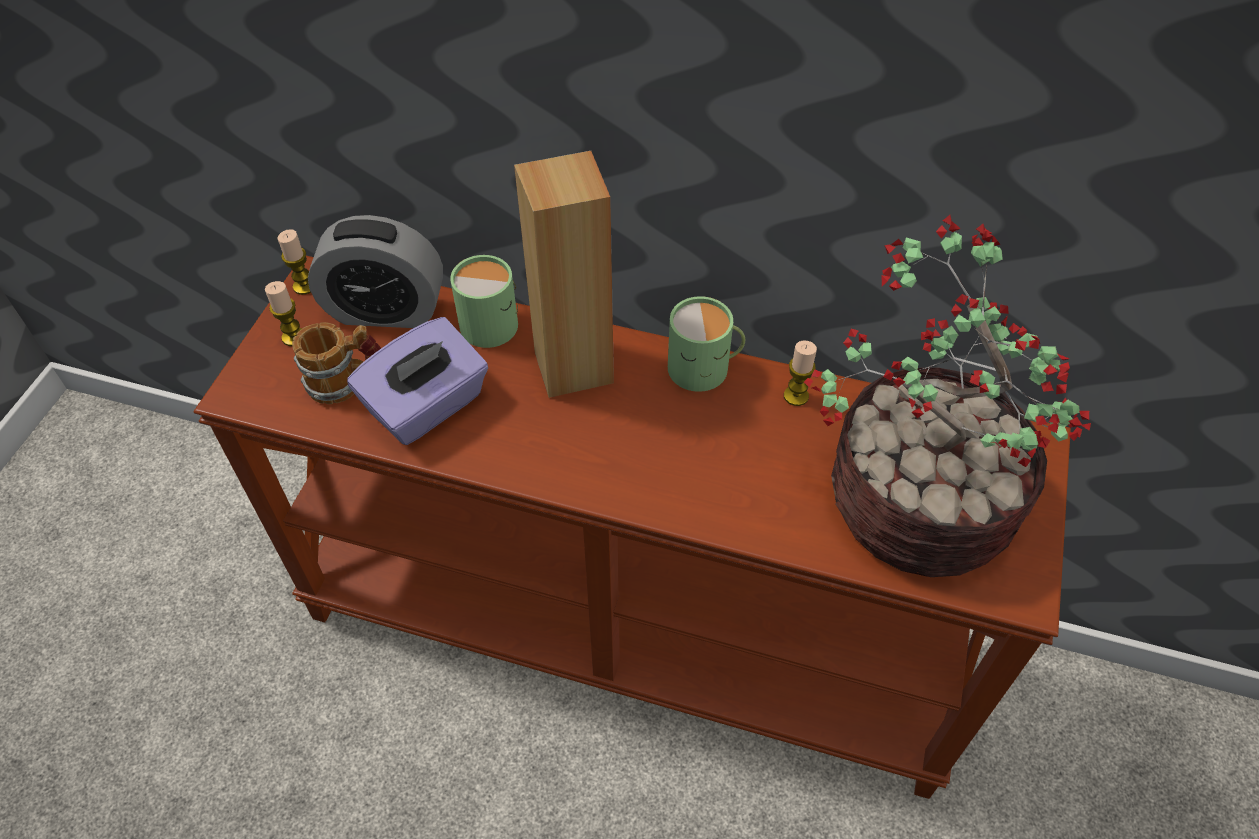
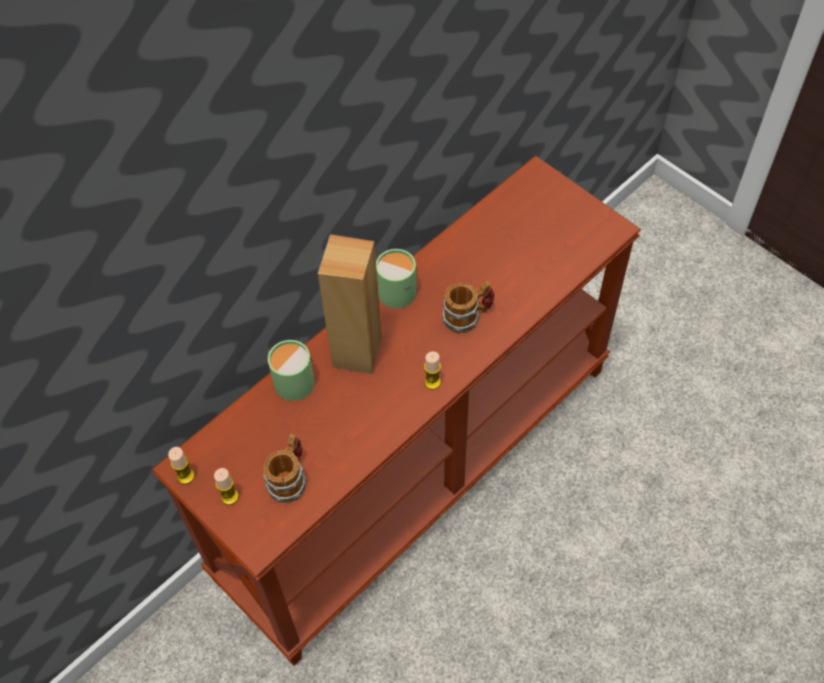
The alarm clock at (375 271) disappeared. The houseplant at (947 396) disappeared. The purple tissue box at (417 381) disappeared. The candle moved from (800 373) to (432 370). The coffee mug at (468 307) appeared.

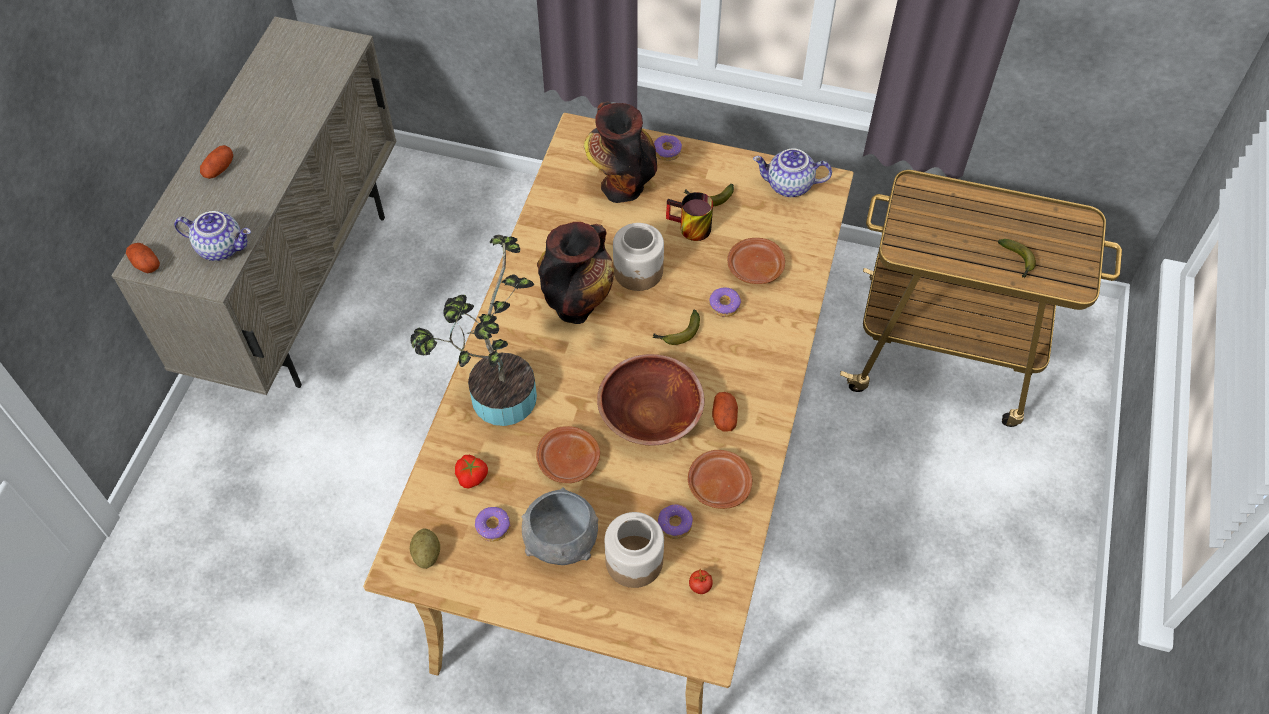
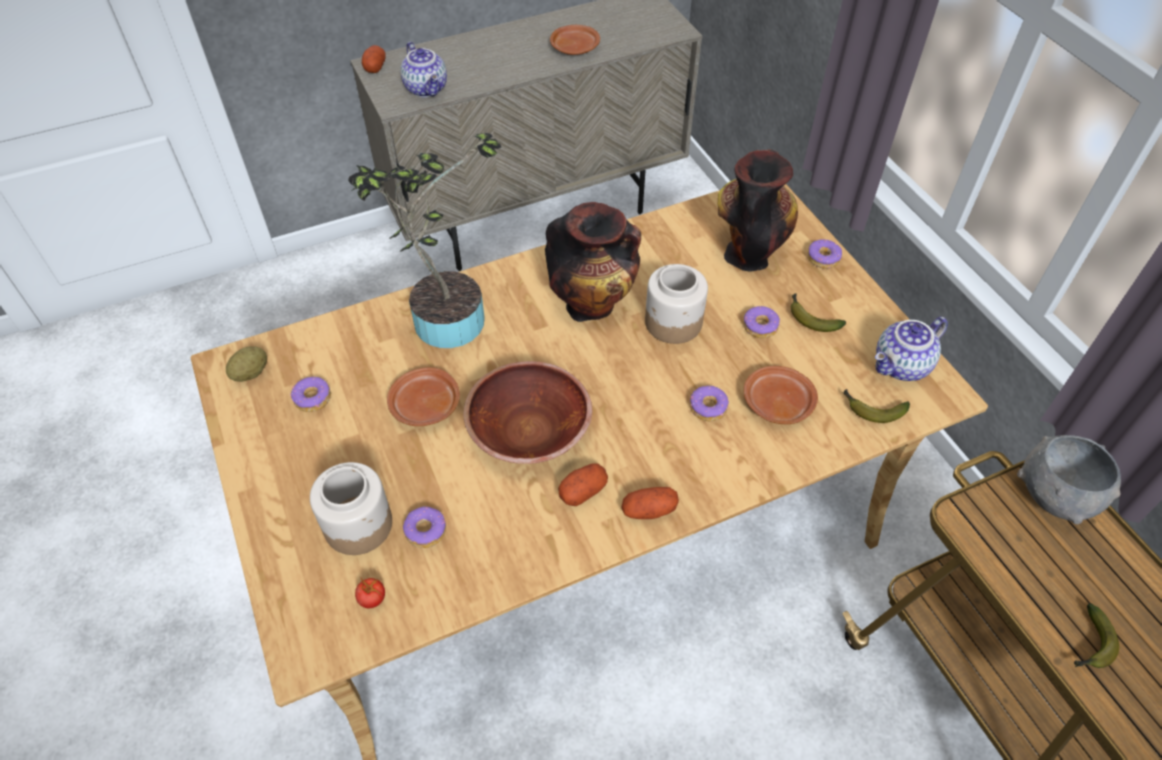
The potato moved from (216 162) to (650 503). The tea pot at (792 173) turned 90 degrees counterclockwise. The coffee mug at (689 216) was replaced by the ring doughnut at (761 322). The banana fruit moved from (676 327) to (876 406). The brownish dinner plate moved from (720 479) to (575 40). The tomato at (471 472) disappeared. The gray bowl moved from (560 526) to (1069 479).

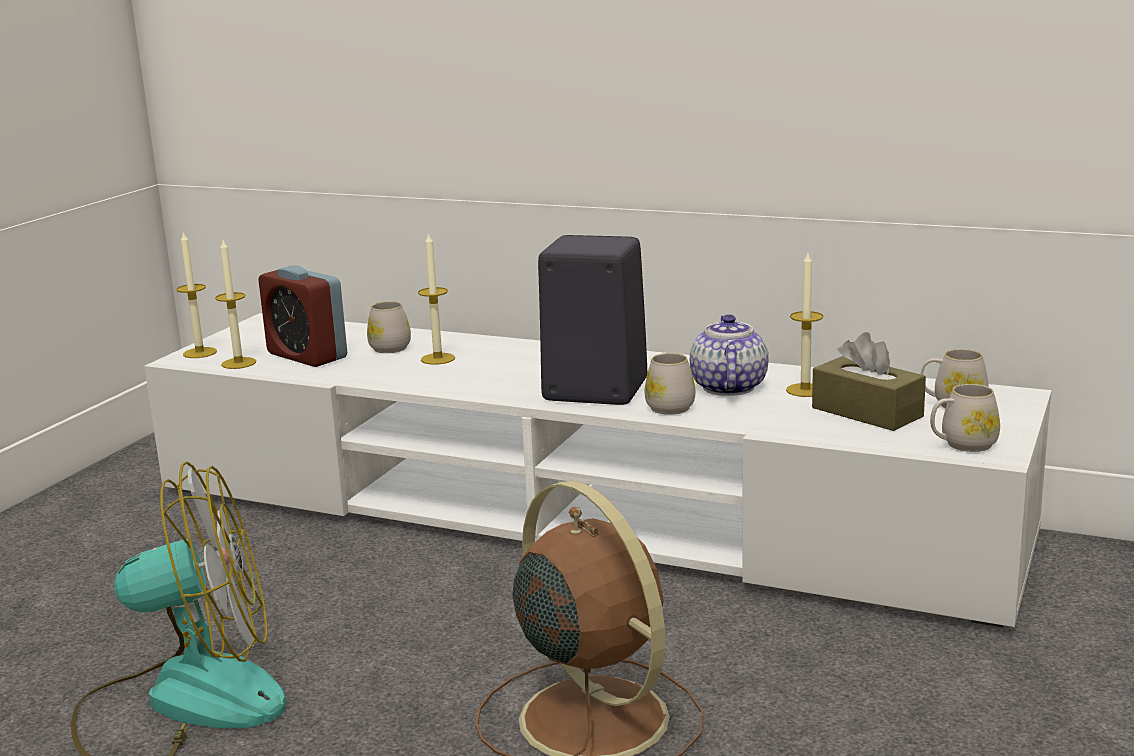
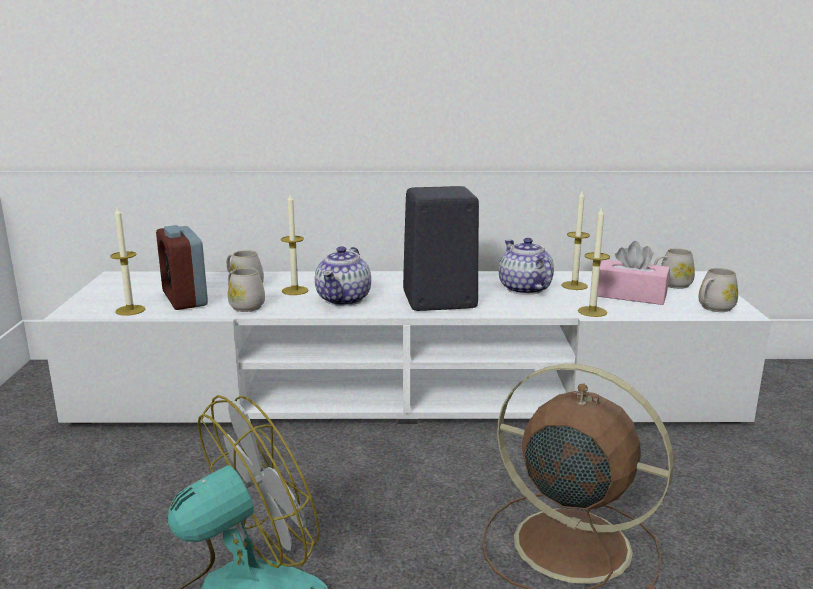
The candle moved from (197 294) to (594 261). The alarm clock at (302 316) turned 45 degrees clockwise. The brownish tissue box at (869 381) became the pink tissue box at (633 273). The white coffee mug moved from (670 384) to (246 290). The tea pot at (343 276) appeared.

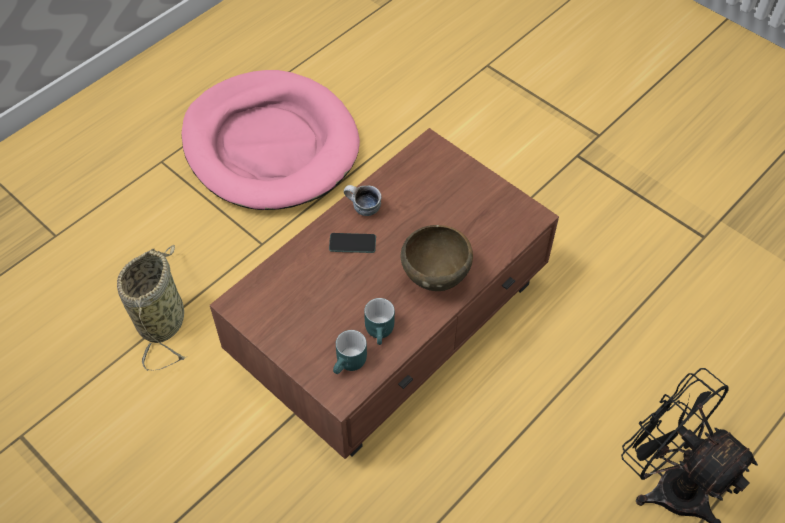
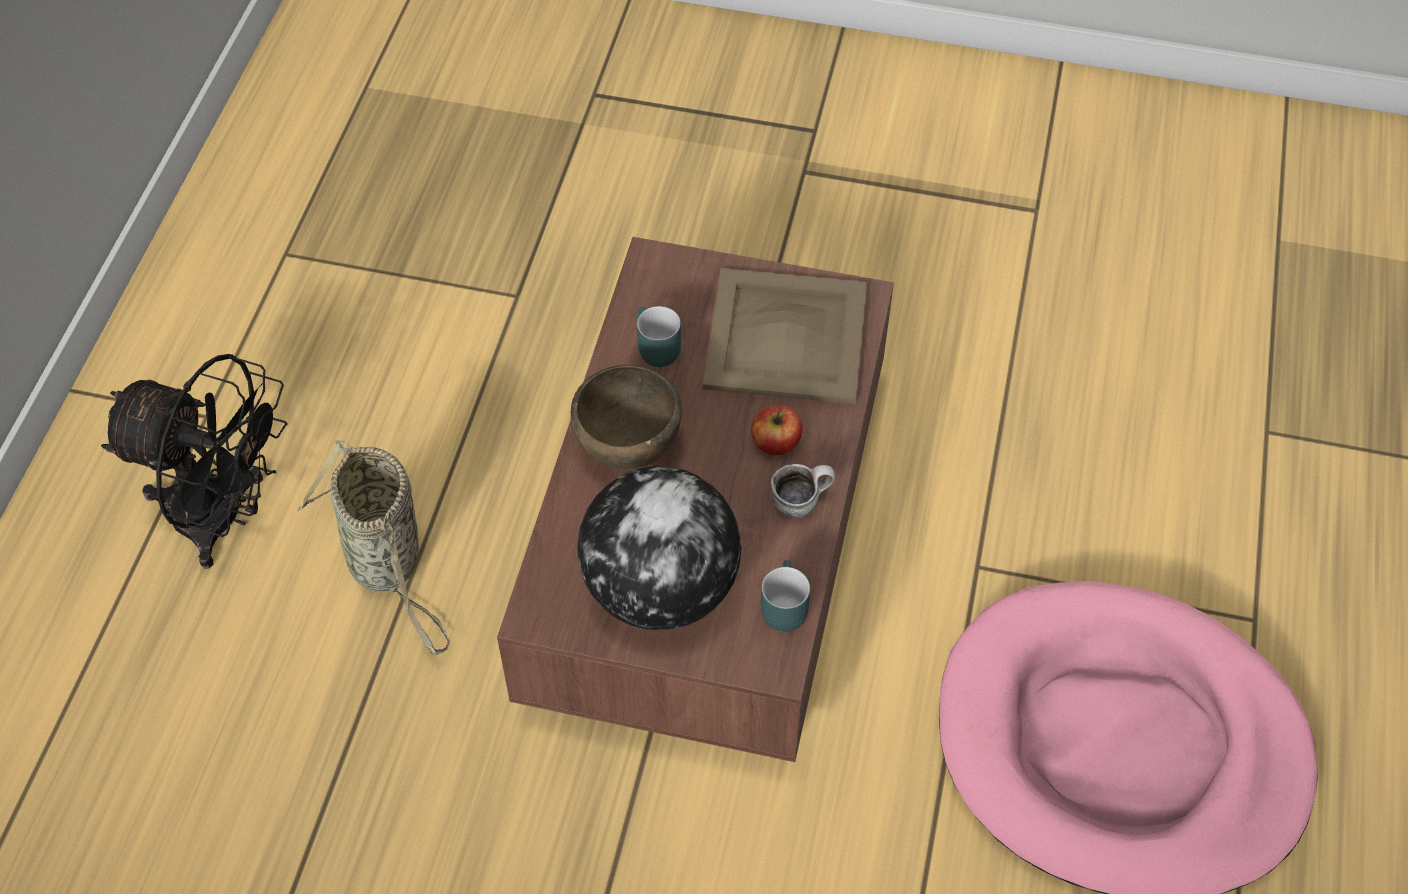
The telephone at (352 243) was replaced by the whole apple at (777 430). The household basket moved from (151 308) to (373 548). The blue-green coffee mug moved from (350 352) to (785 596). The beige serving tray at (785 336) appeared. The globe at (659 548) appeared.

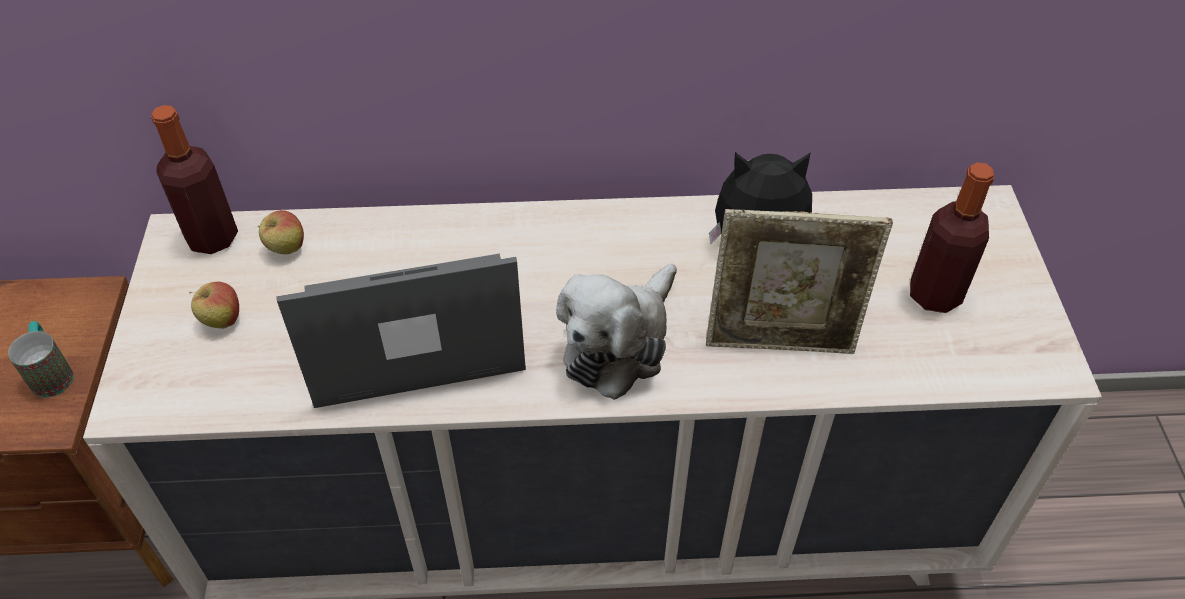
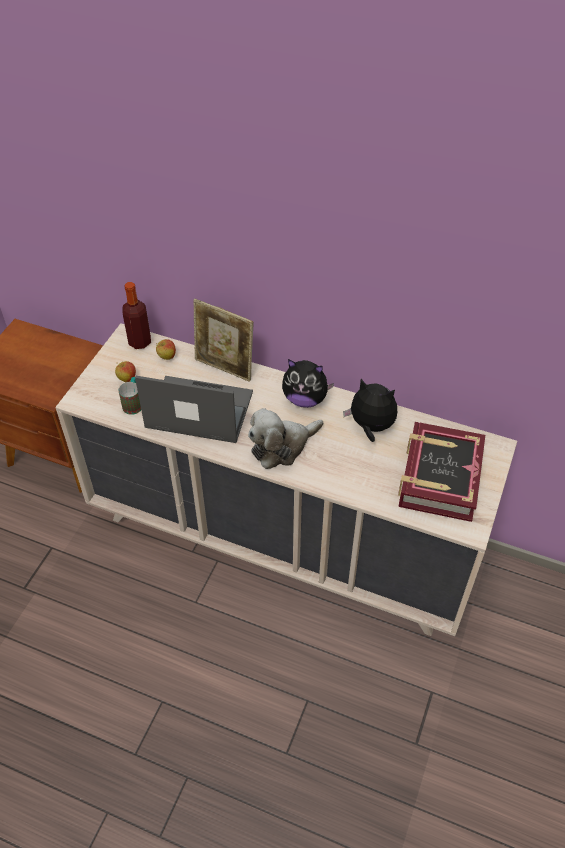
The beverage bottle at (952 237) was replaced by the bound book at (441 472). The photo frame moved from (799 281) to (223 340). The coffee mug moved from (41 359) to (130 396). The soft toy at (308 383) appeared.

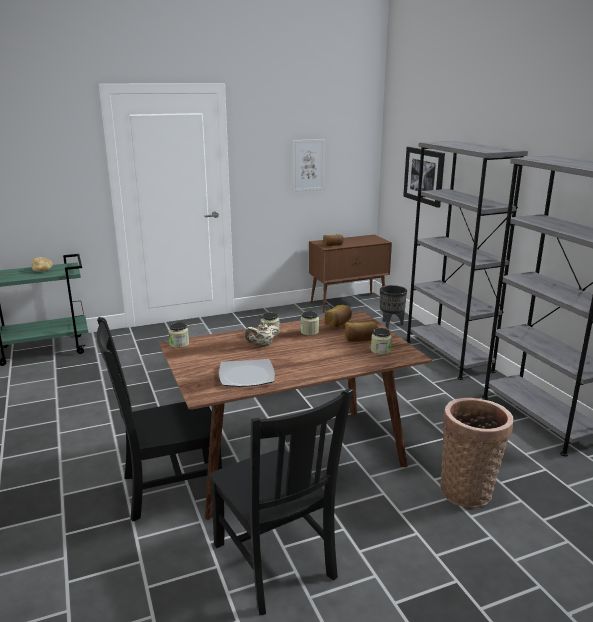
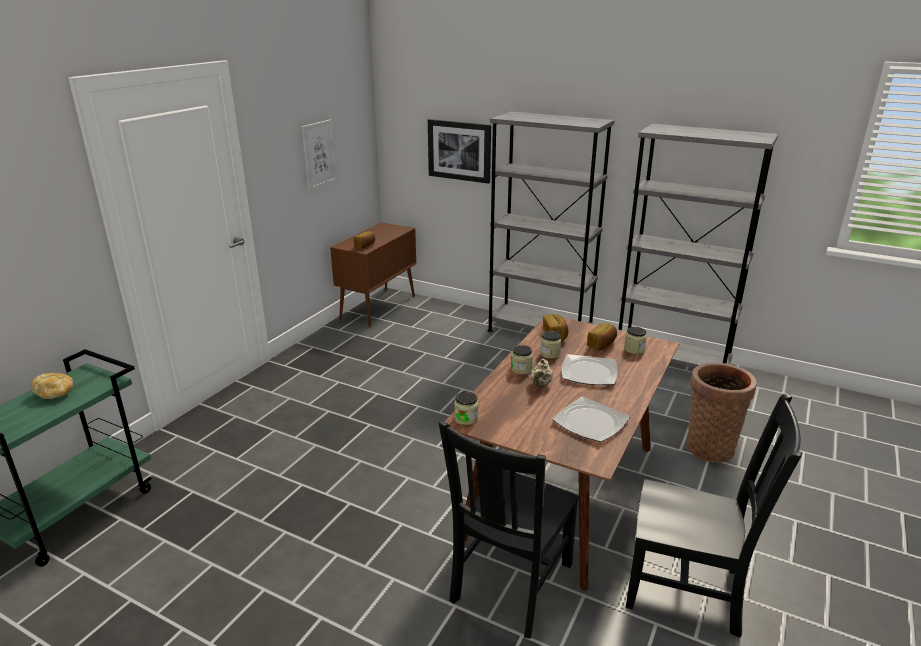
The black-coloured flower pot at (393 307) disappeared. The dinner plate at (590 369) appeared.

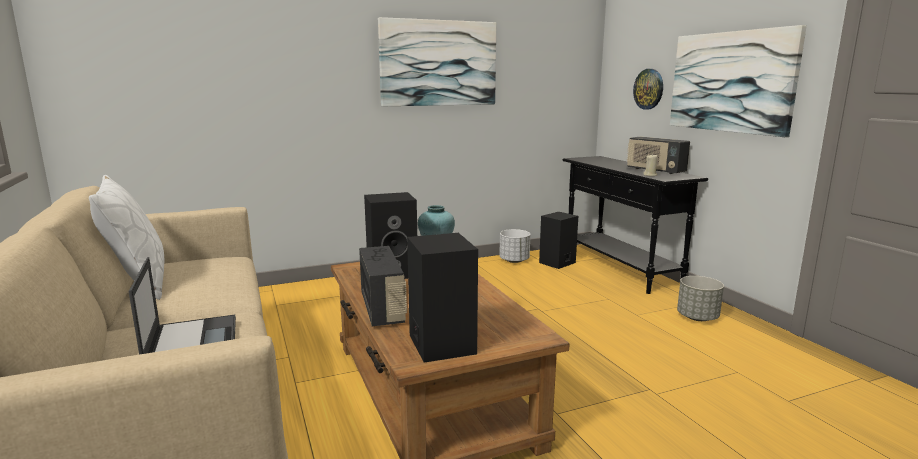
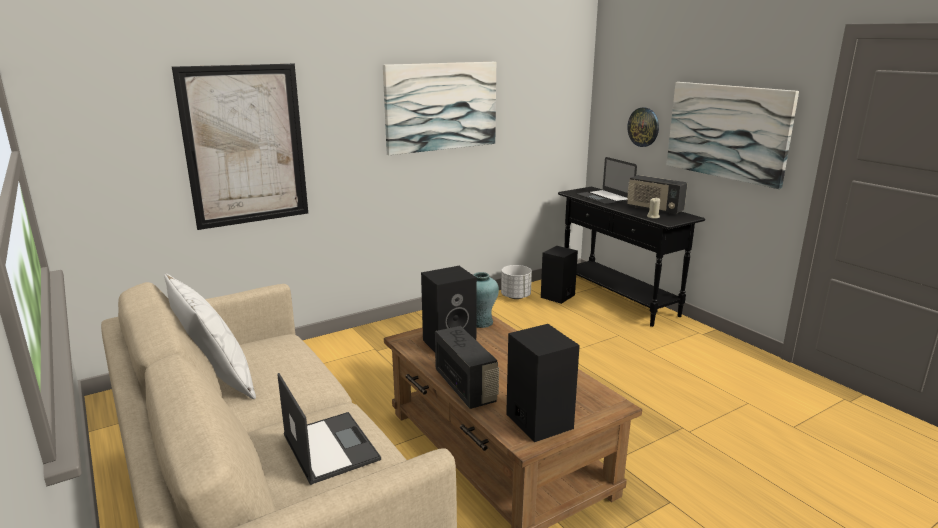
The gray flower pot at (700 298) disappeared. The wall picture at (240 147) appeared. The notebook computer at (607 180) appeared.

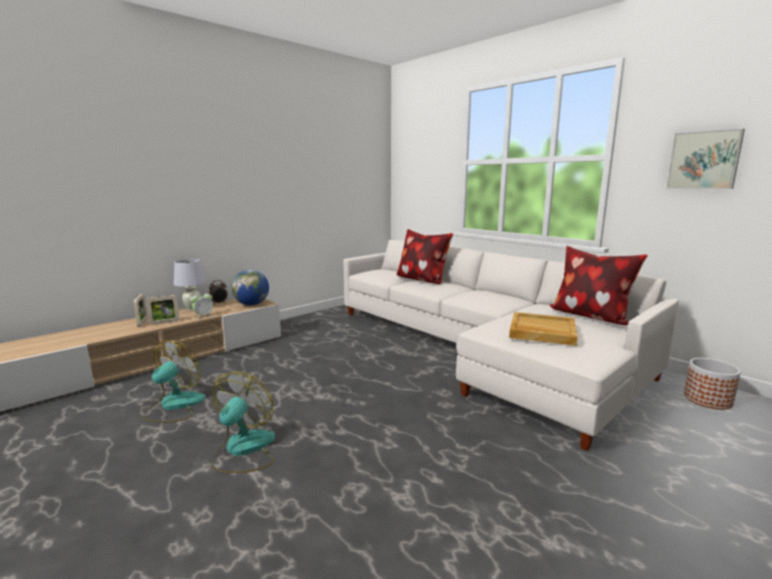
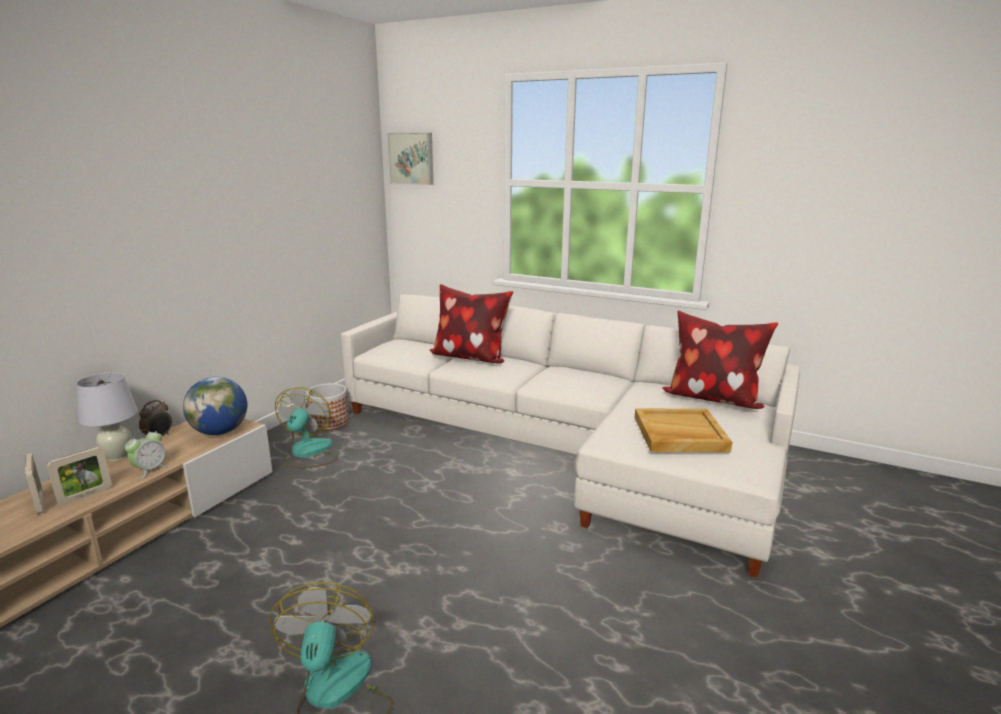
The wall picture moved from (705 159) to (411 159). The fan moved from (174 381) to (306 427). The flower pot moved from (712 384) to (328 407).

